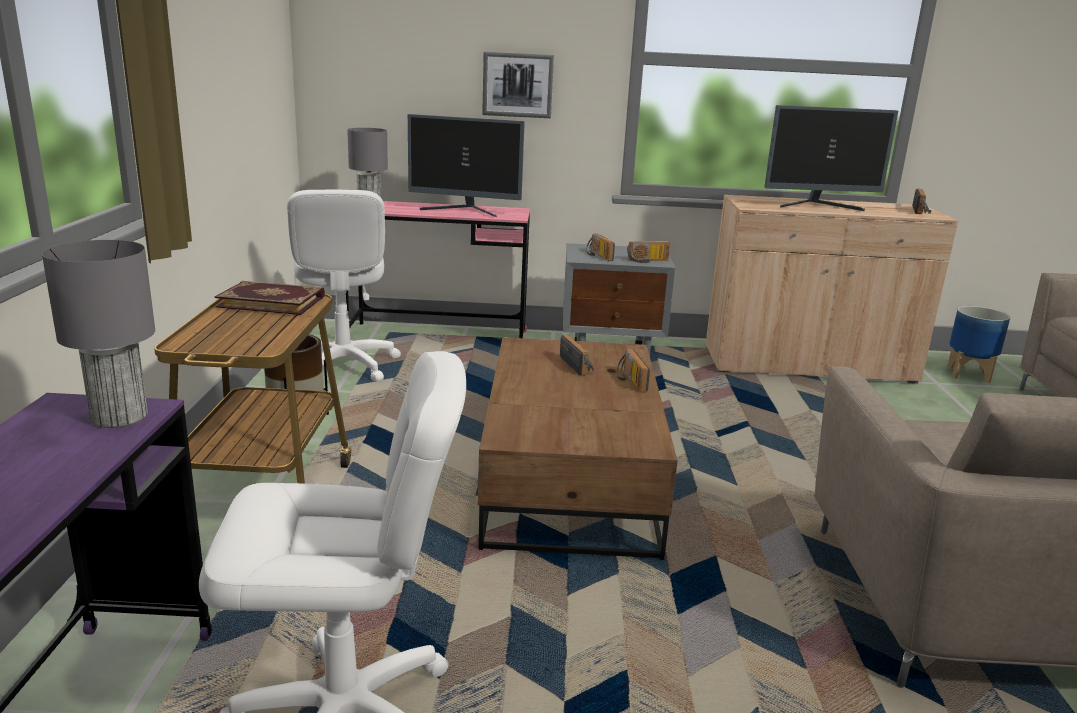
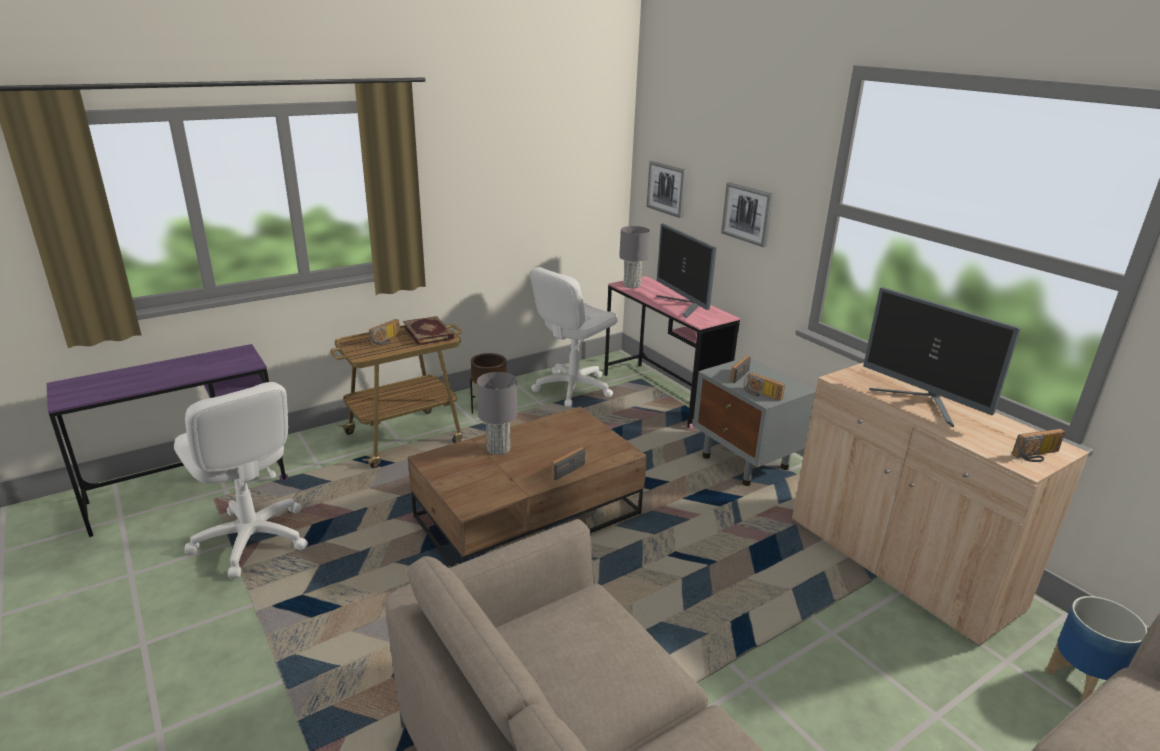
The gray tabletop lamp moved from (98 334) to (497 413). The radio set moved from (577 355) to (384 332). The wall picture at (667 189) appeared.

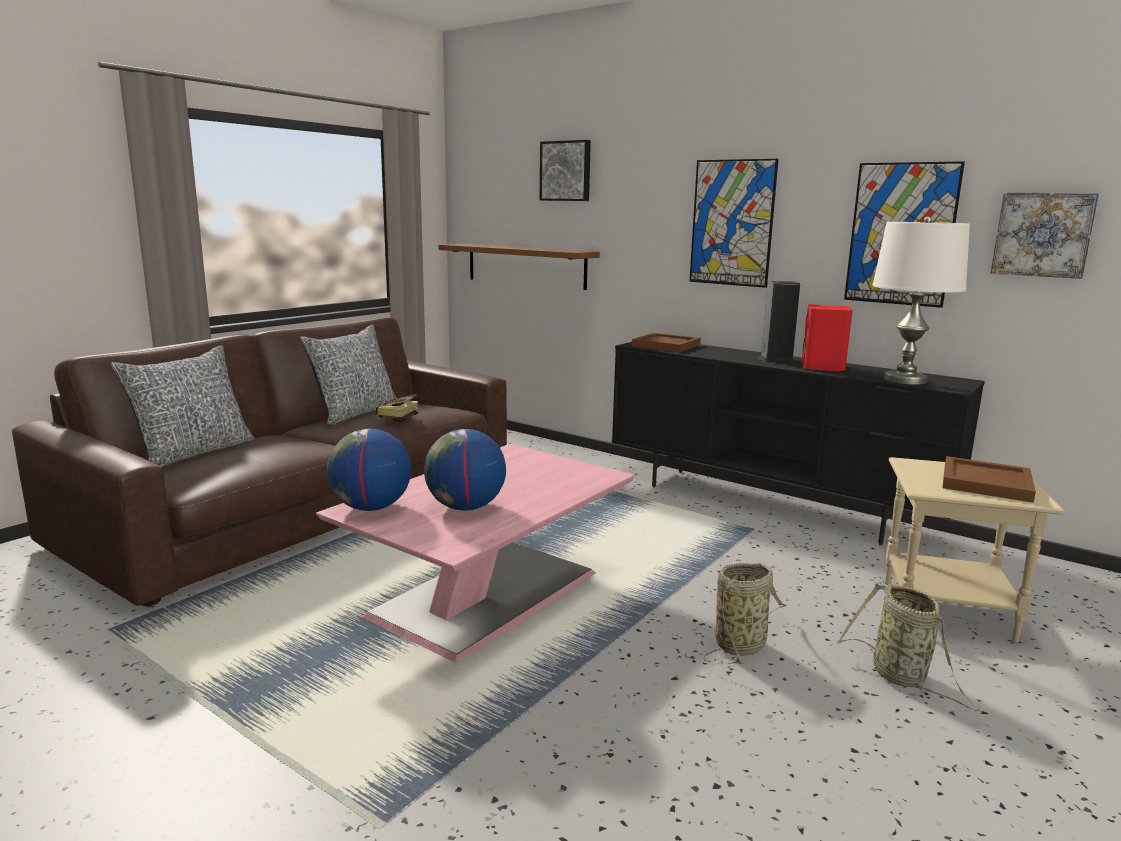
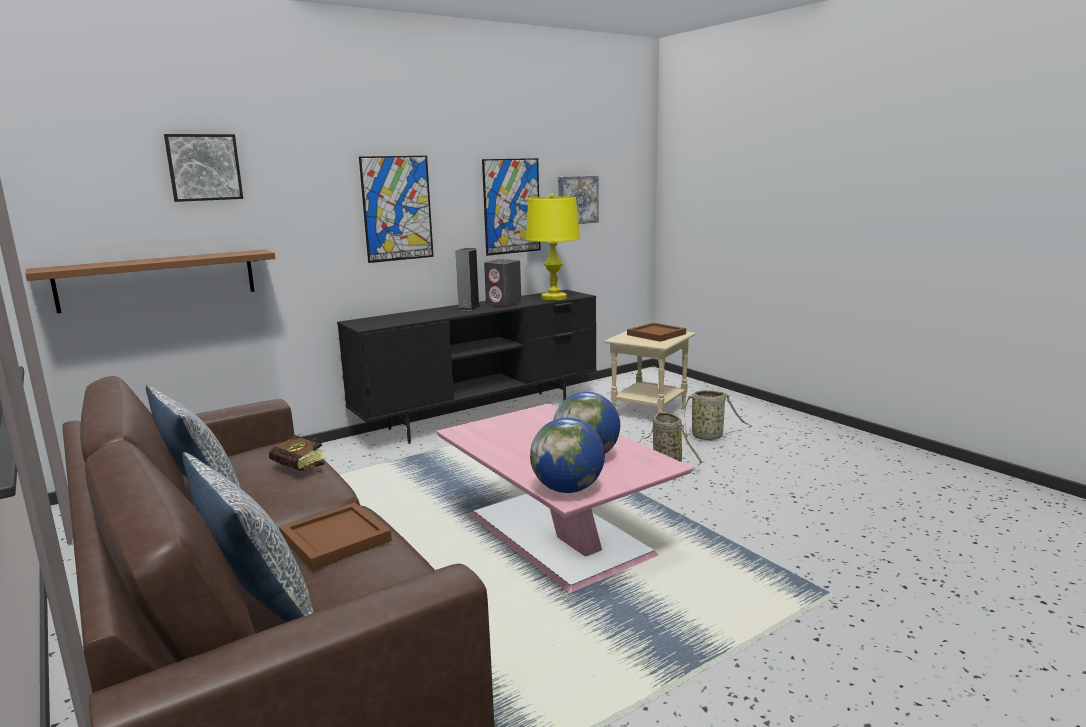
The white tabletop lamp at (921 300) became the yellowish tabletop lamp at (553 247). The reddish speaker at (827 337) became the gray speaker at (502 283). The brownish serving tray moved from (666 342) to (335 536).

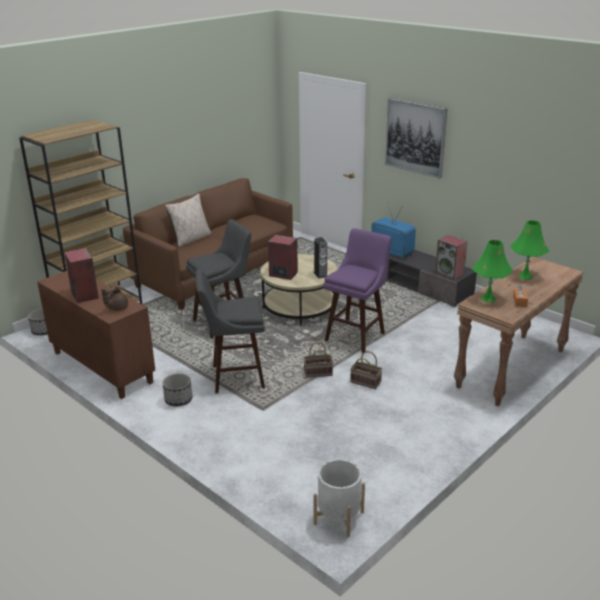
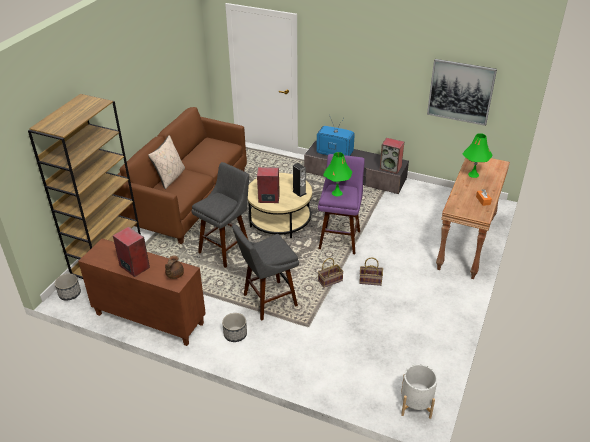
The wall picture moved from (416 138) to (462 92). The greenish tabletop lamp moved from (492 271) to (338 174).

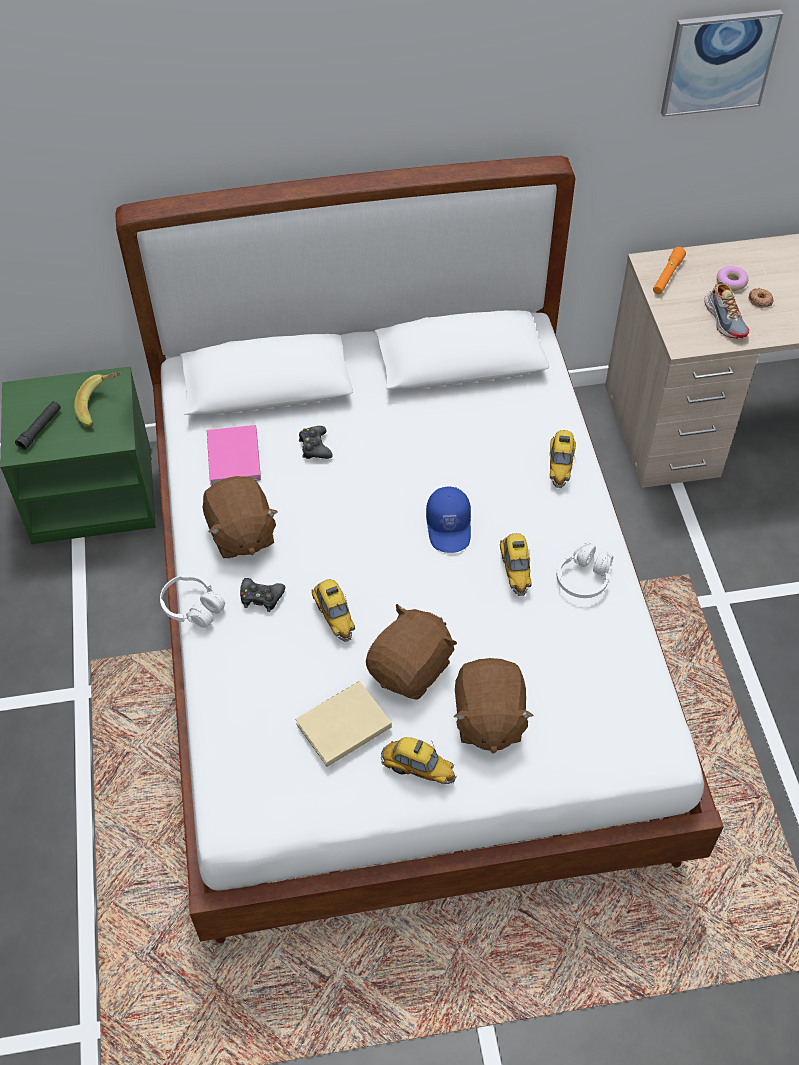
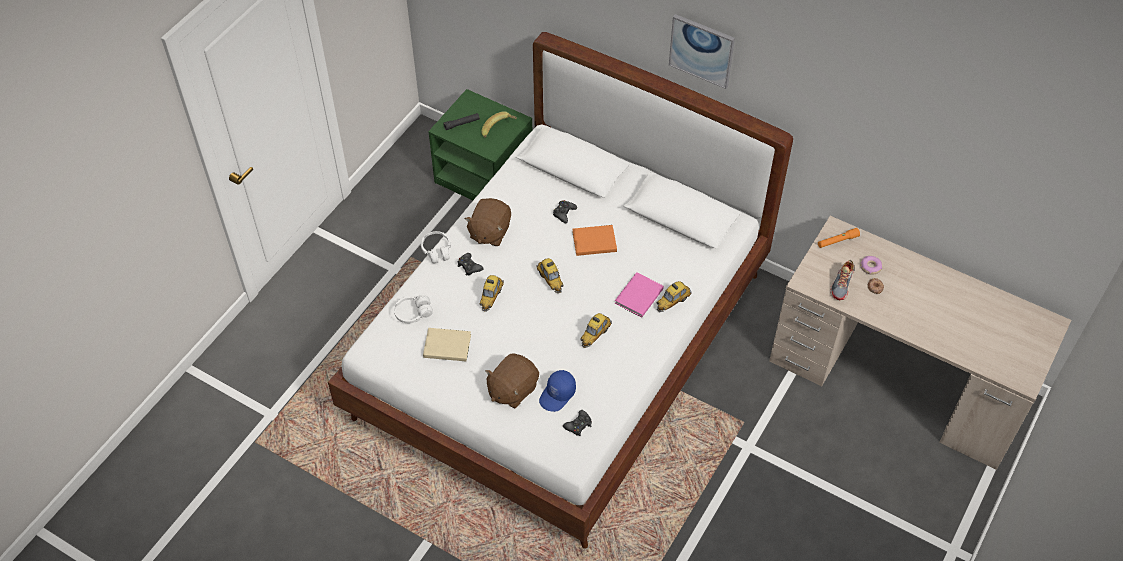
The wall picture moved from (722 63) to (702 51). The pink bound book moved from (234 455) to (639 295). The blue cap moved from (448 520) to (557 391). The white pair of headphones moved from (585 570) to (413 309). The brownish soft toy at (411 652) disappeared. The miniature car moved from (418 760) to (550 275). The orangey bound book at (595 240) appeared. The black-coloured game controller at (577 423) appeared.

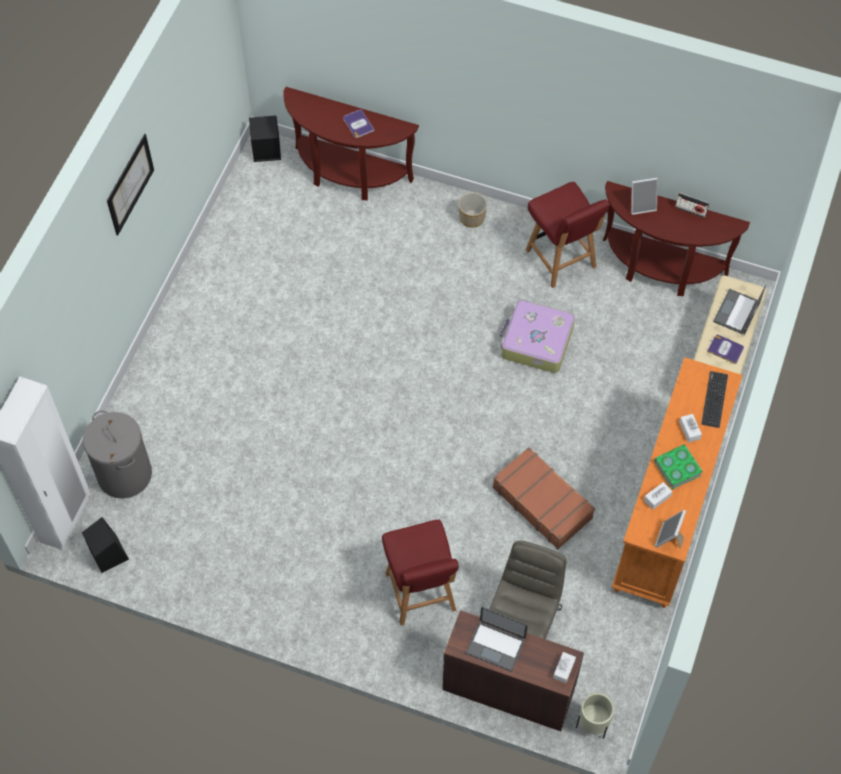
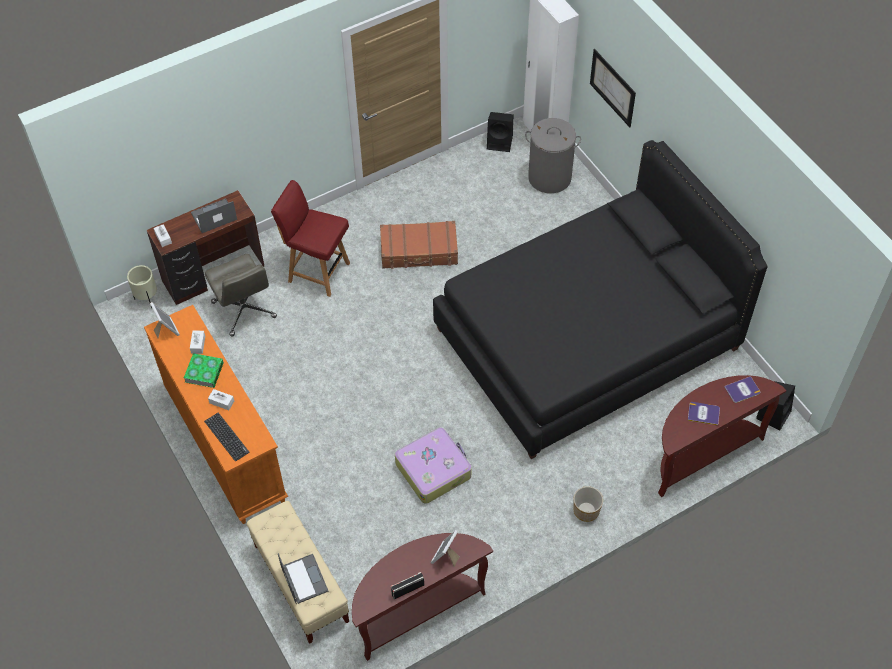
The wall picture moved from (130 185) to (613 88). The reddish upright chair at (568 235) disappeared. The bound book moved from (725 349) to (742 389). The brownish travel case moved from (544 498) to (419 245). The black-coloured bedroom bed at (600 299) appeared.

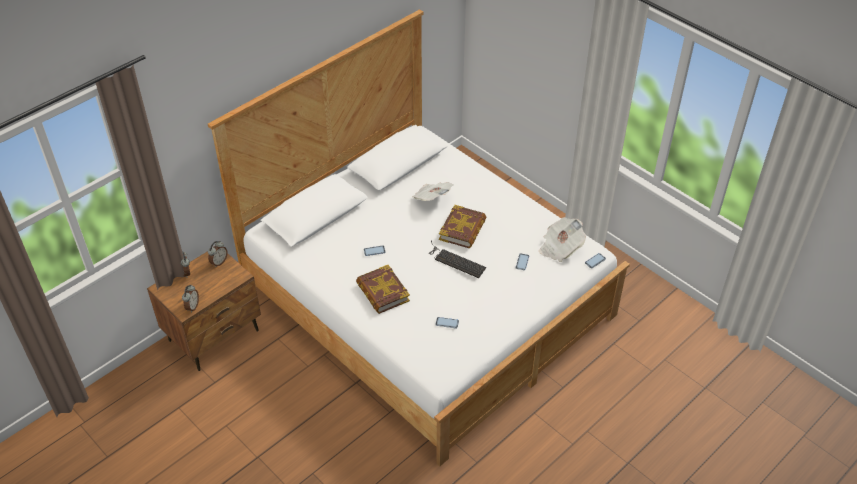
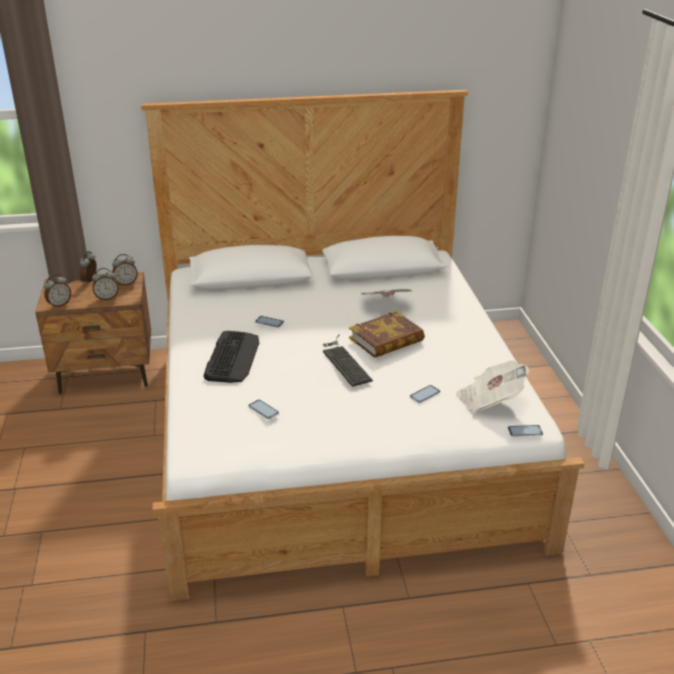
The bound book at (383 289) was replaced by the computer keyboard at (231 357). The alarm clock at (105 284) appeared.

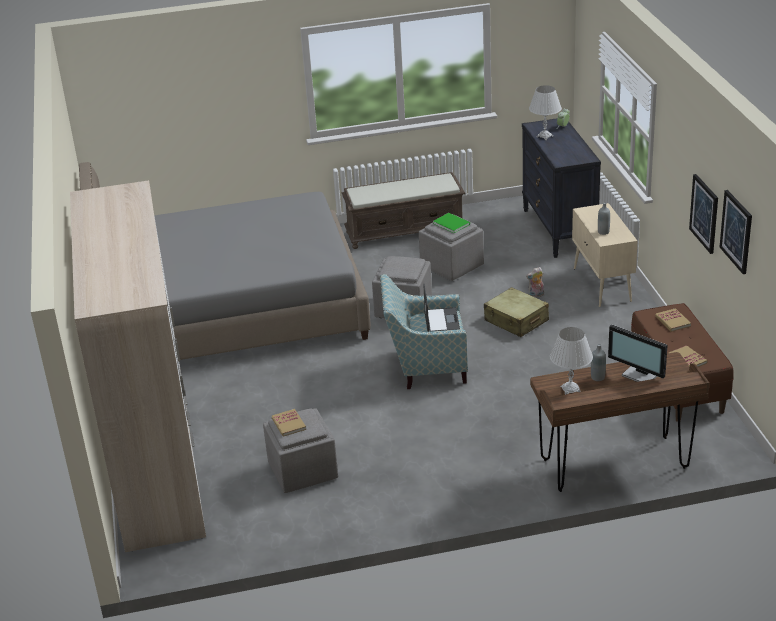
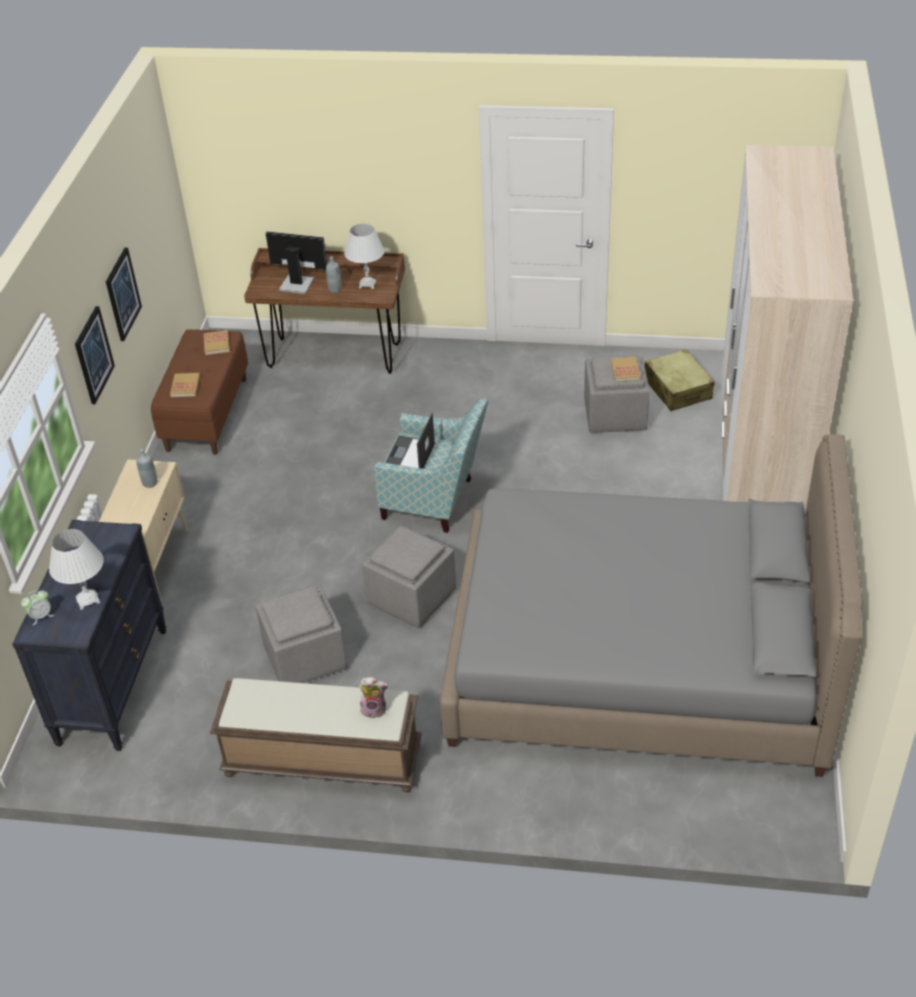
The wall picture moved from (736 232) to (95 355). The greenish bound book at (451 223) disappeared. The soft toy moved from (535 282) to (373 698). The beige travel case moved from (516 312) to (680 380). The computer display at (638 353) turned 45 degrees counterclockwise.

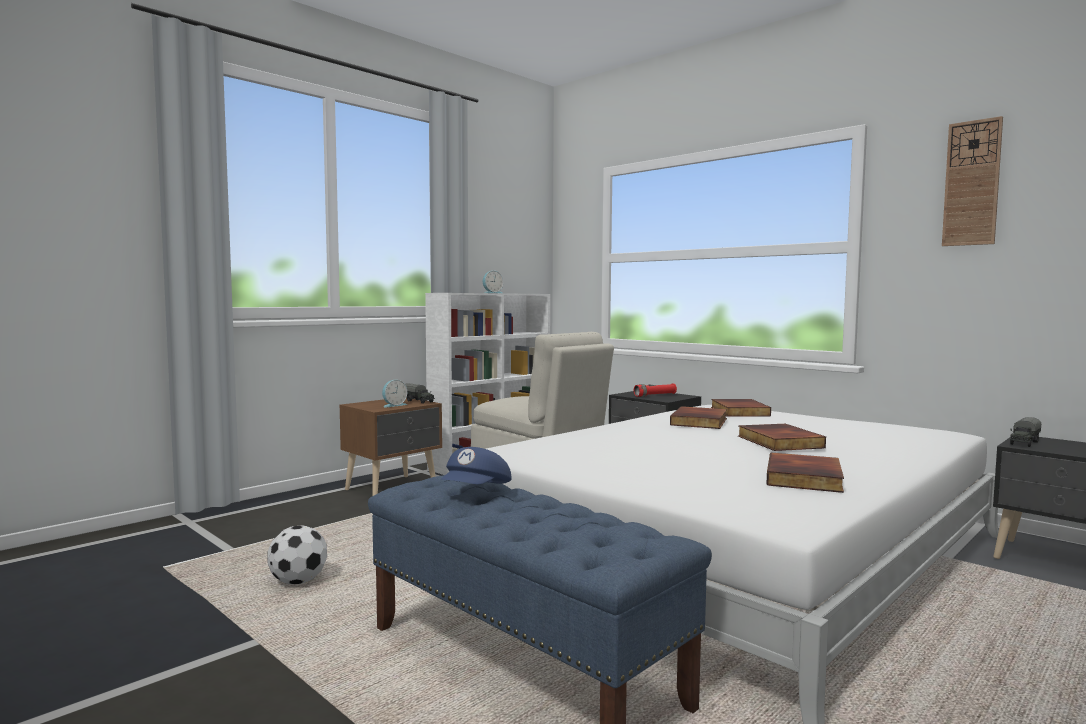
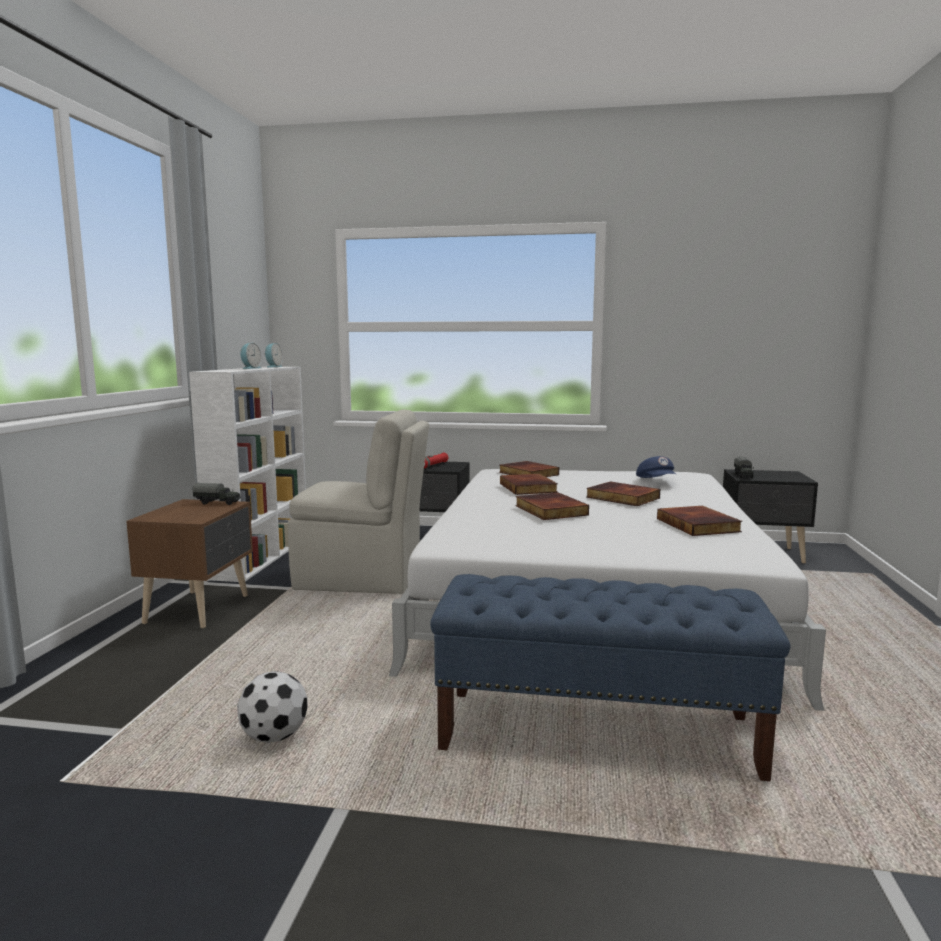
The clock on the wall at (972 181) disappeared. The alarm clock moved from (394 393) to (274 355). The blue cap moved from (476 465) to (656 467). The bound book at (552 506) appeared.

